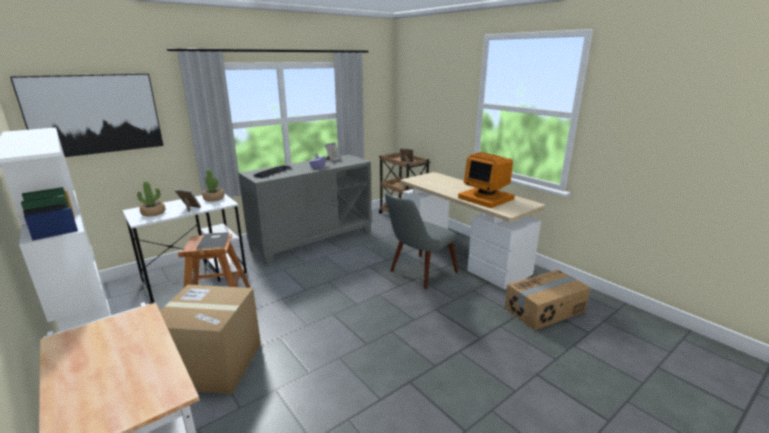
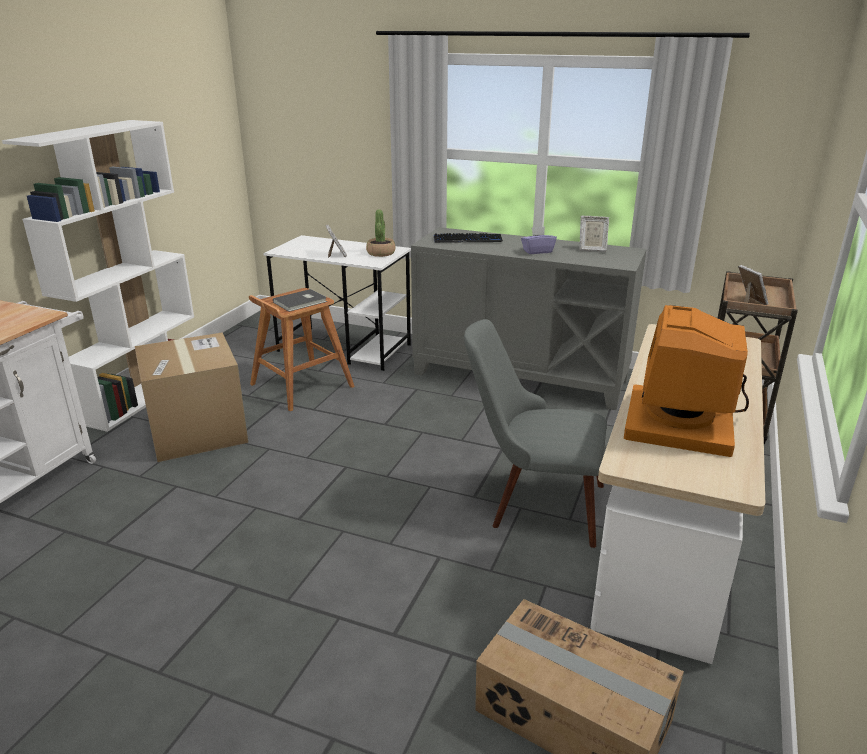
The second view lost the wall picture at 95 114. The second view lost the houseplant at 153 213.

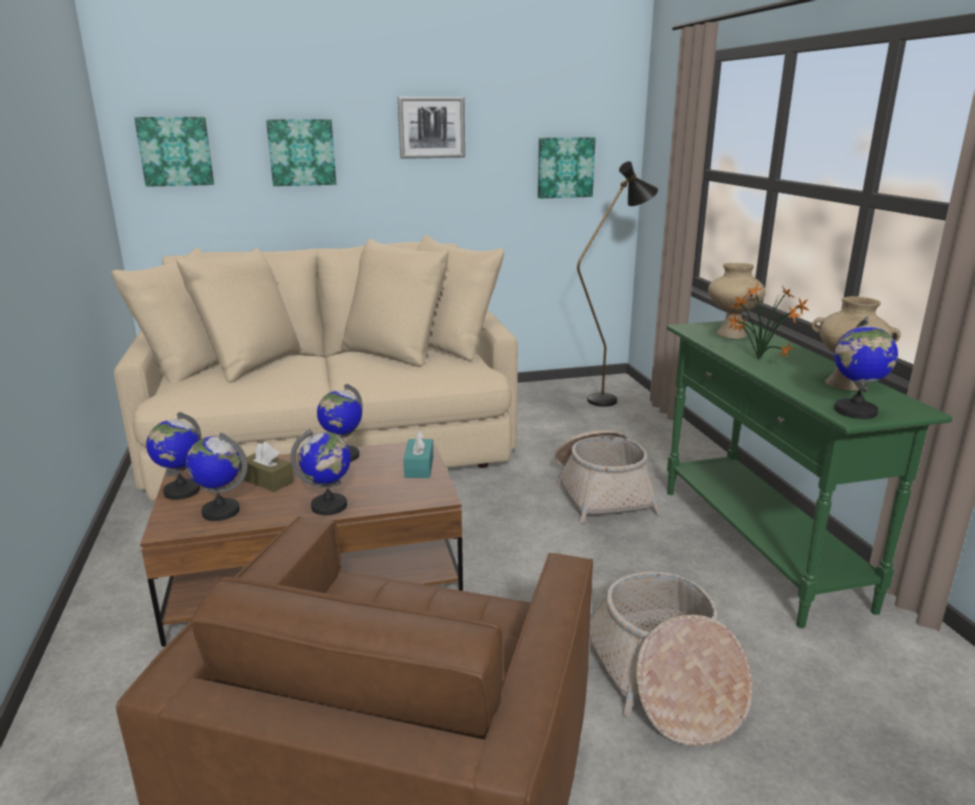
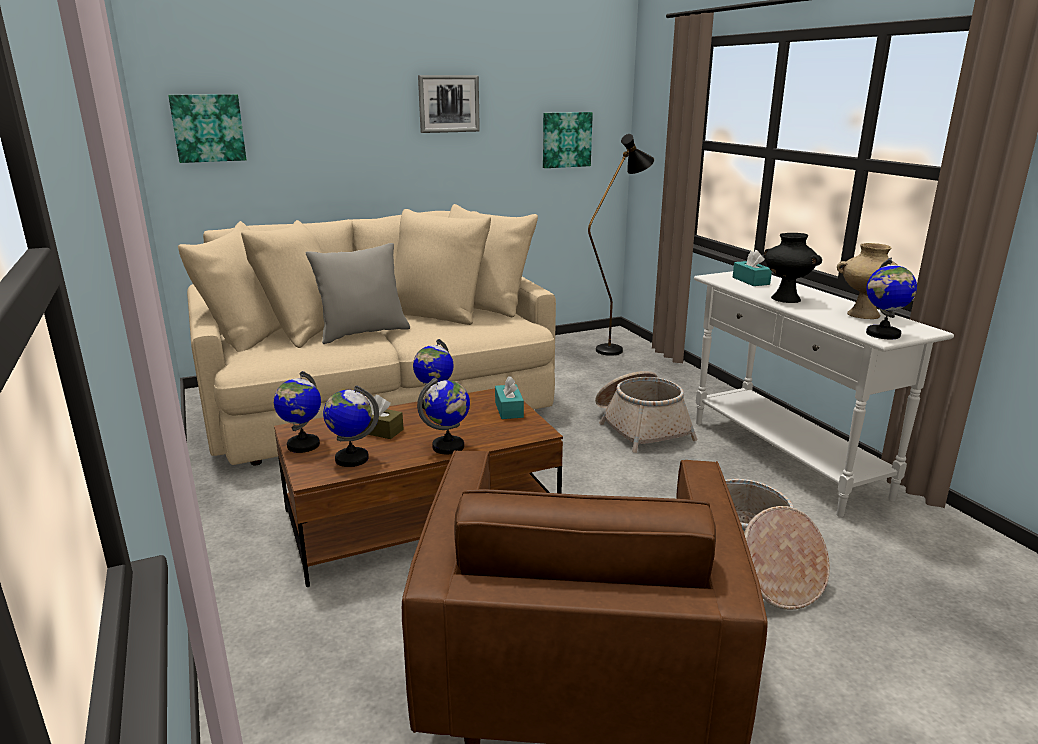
The second view lost the wall picture at 302 152. Where the sand-coloured decorative vase stood at 730 334, the turquoise box of tissues came to stand at 750 281. Where the houseplant stood at 757 359, the black-coloured decorative vase came to stand at 784 299. What was the green-coloured console table at 758 546 turned into the white-coloured console table at 785 458. The second view gained the gray pillow at 363 333.

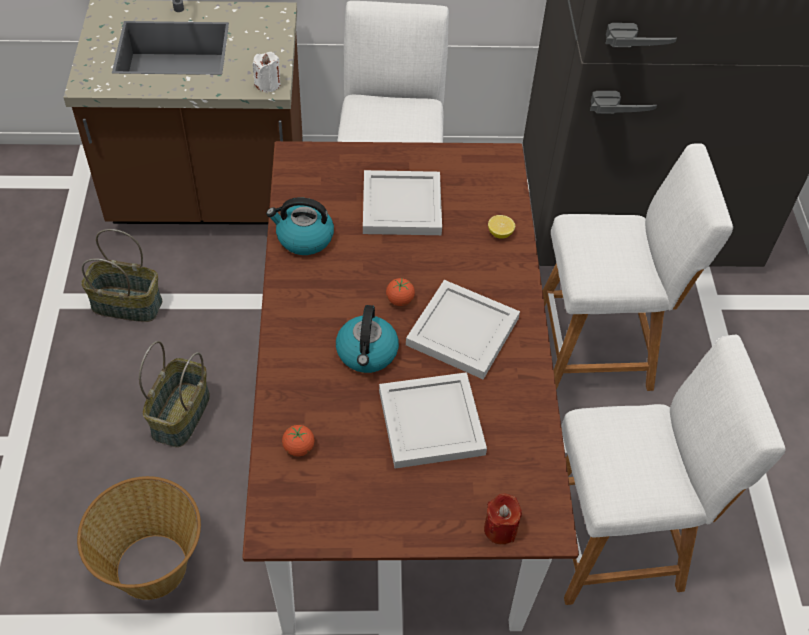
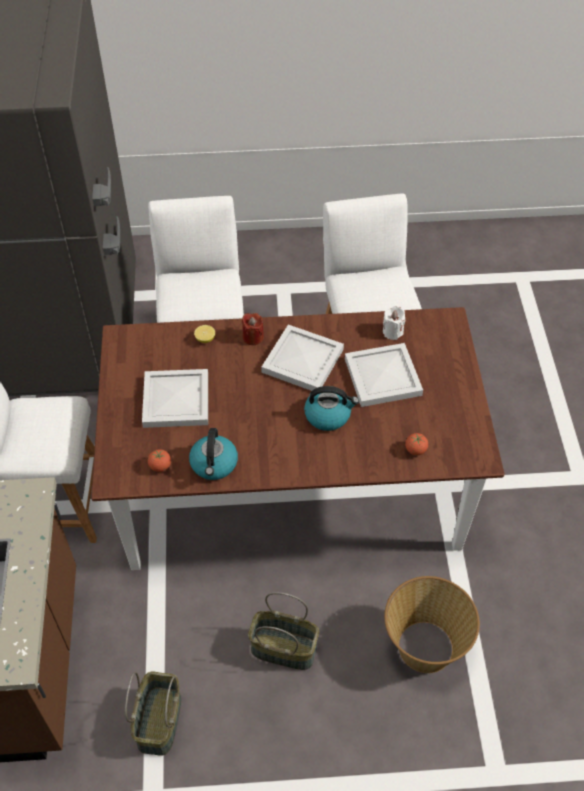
The white-coloured wax candle ended up elsewhere, having gone from 268 84 to 393 332. The fresh tomato ended up elsewhere, having gone from 400 300 to 160 466. The red-coloured wax candle ended up elsewhere, having gone from 500 529 to 253 337.

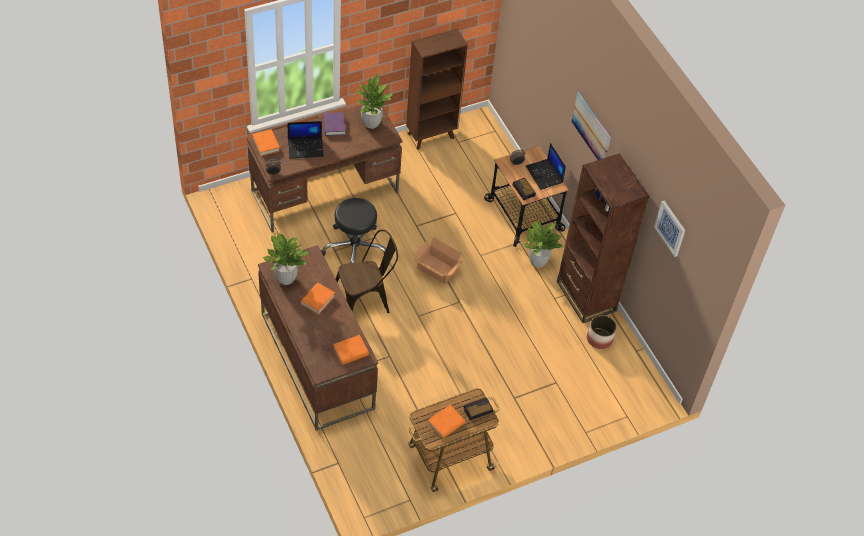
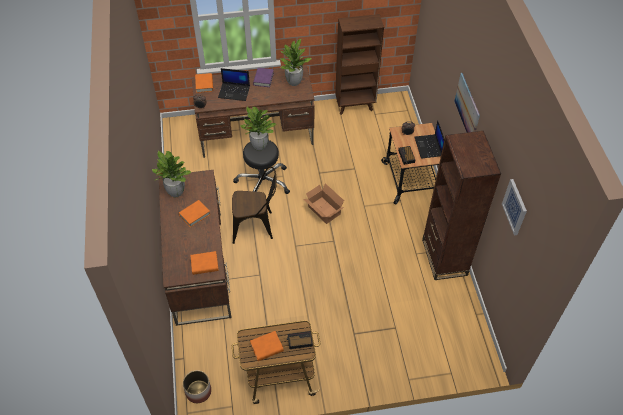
The houseplant ended up elsewhere, having gone from 537 262 to 259 146. The plant pot ended up elsewhere, having gone from 599 338 to 198 391.

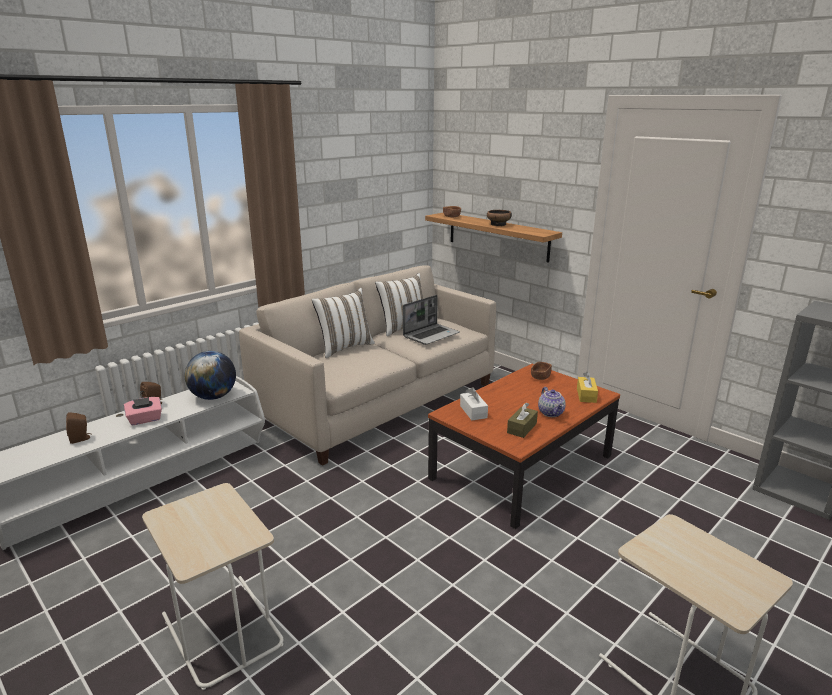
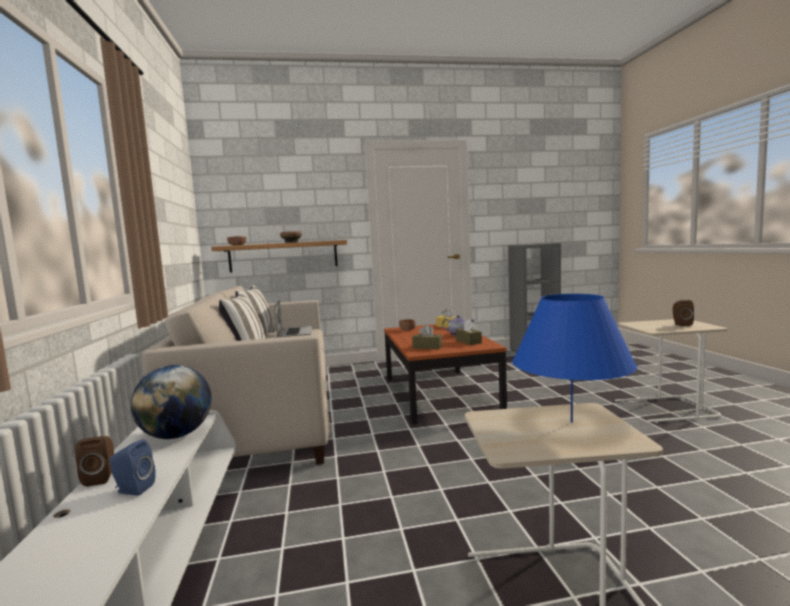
What was the white-coloured box of tissues at 473 412 turned into the brownish box of tissues at 427 347. Where the pinkish box of tissues stood at 145 420, the blue speaker came to stand at 133 490. The brownish speaker ended up elsewhere, having gone from 81 439 to 681 324. The second view gained the blue lamp for a table at 571 422.

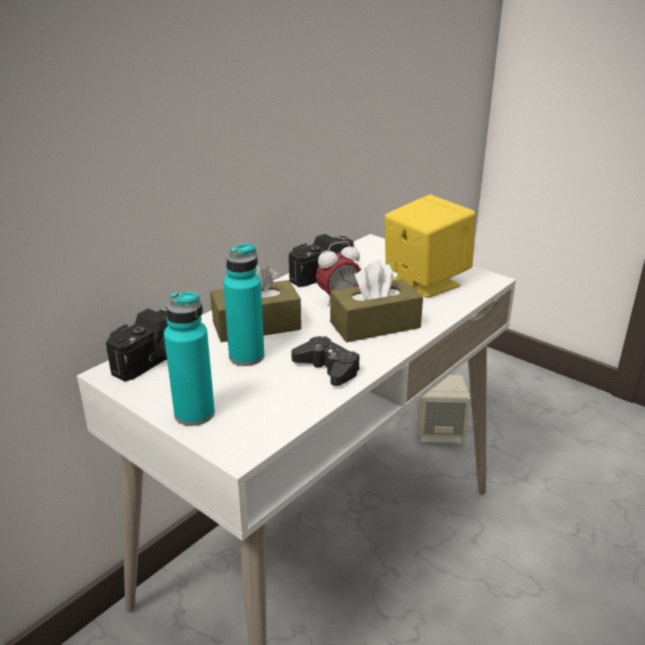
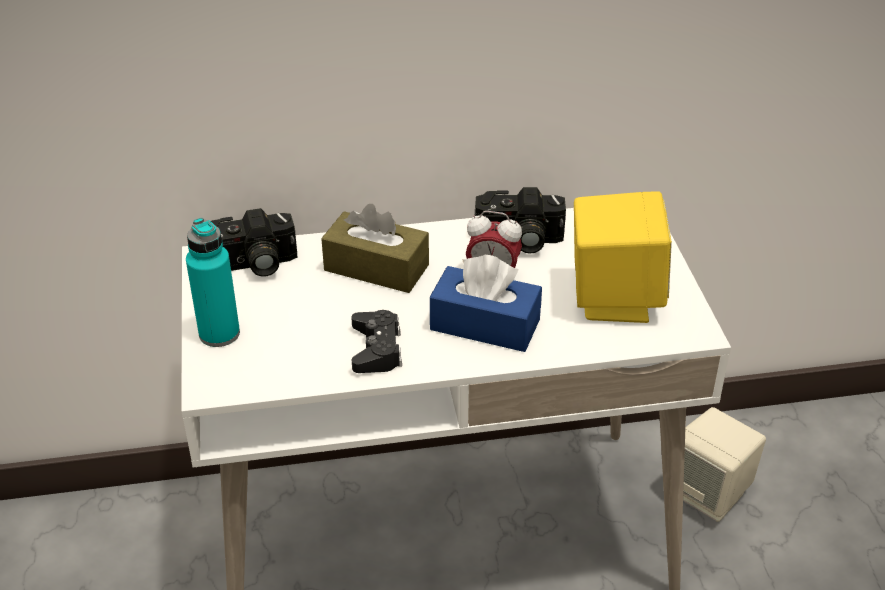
The second view lost the turquoise drink bottle at 246 356. What was the brownish box of tissues at 375 325 turned into the blue box of tissues at 485 325.

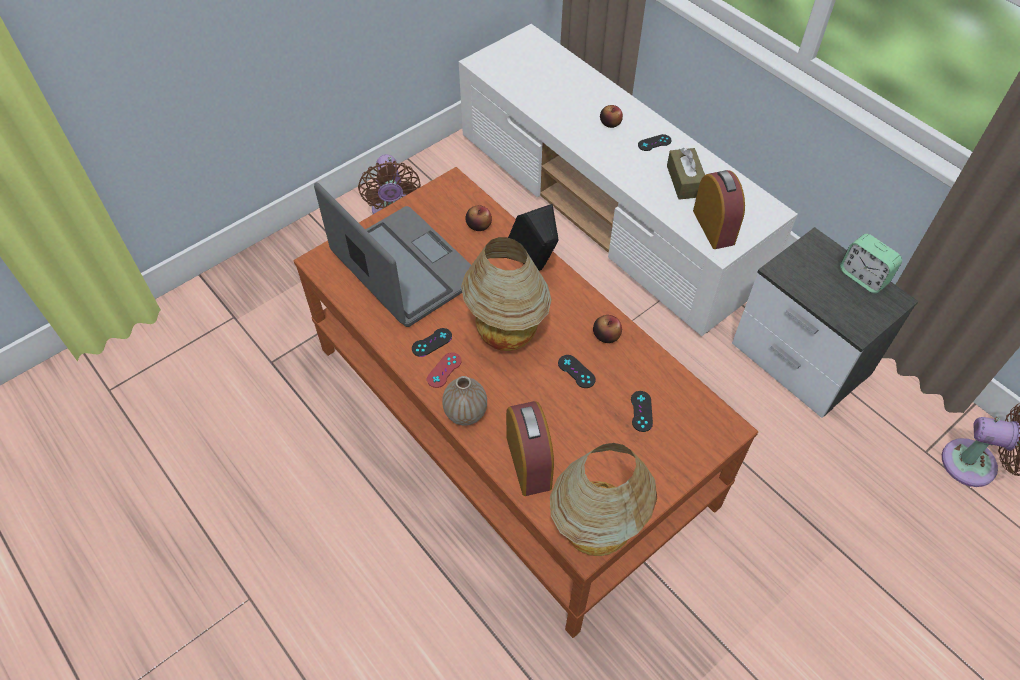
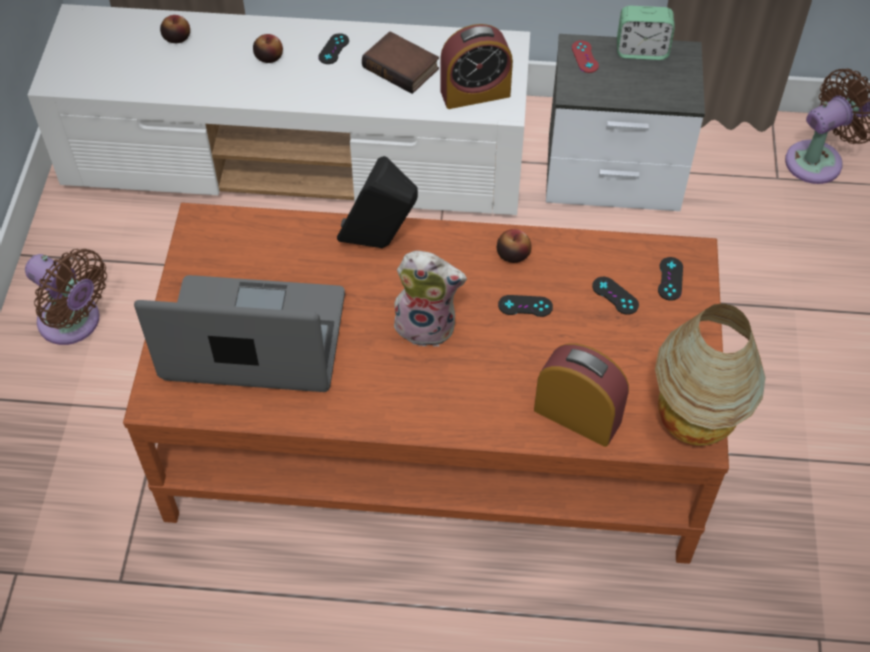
Where the brownish box of tissues stood at 684 181, the book came to stand at 403 67. The table clock at 713 227 ended up facing another way, 135 degrees clockwise from before. The apple ended up elsewhere, having gone from 479 225 to 177 37. Where the lamp for a table stood at 505 336, the cuddly toy came to stand at 427 325. The black-coloured gamepad ended up elsewhere, having gone from 432 342 to 670 279. The red-coloured gamepad ended up elsewhere, having gone from 444 370 to 585 57. The second view lost the decorative vase at 465 413.

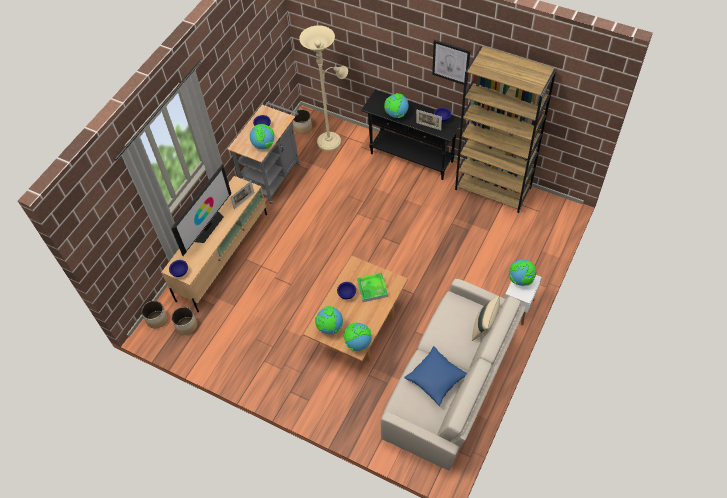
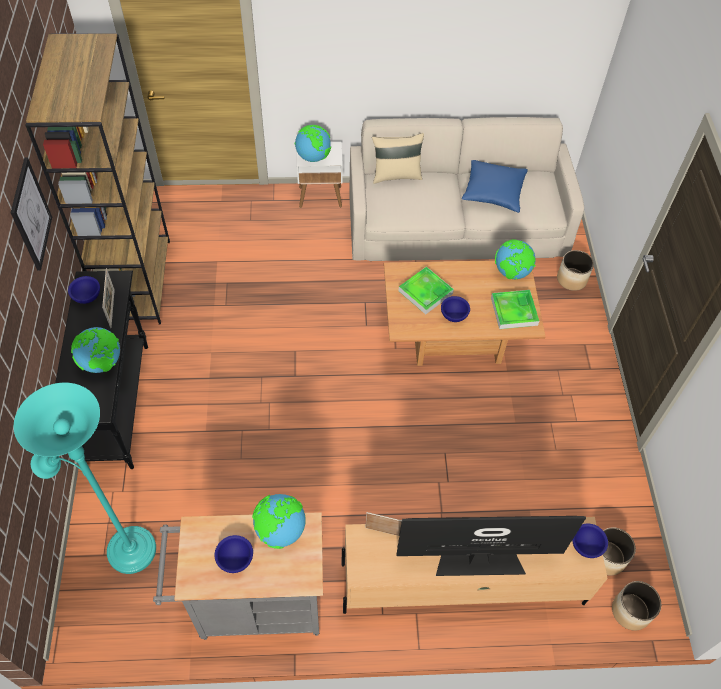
What was the sand-coloured standing lamp at 331 140 turned into the turquoise standing lamp at 125 548. The plant pot ended up elsewhere, having gone from 302 127 to 571 279. Where the world globe stood at 330 327, the carrying tray came to stand at 514 311.

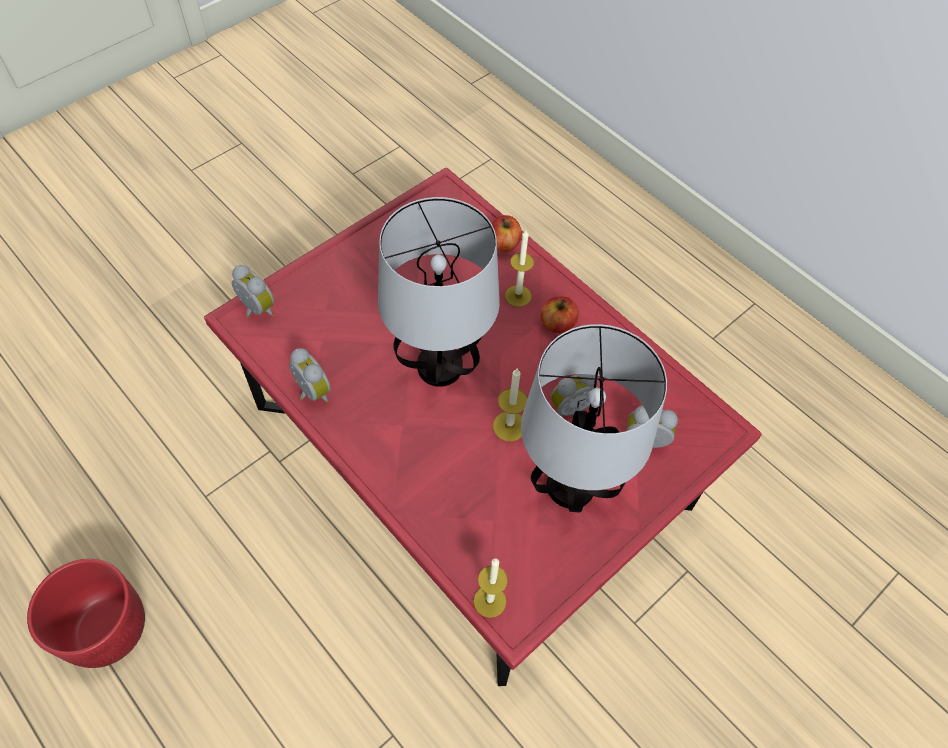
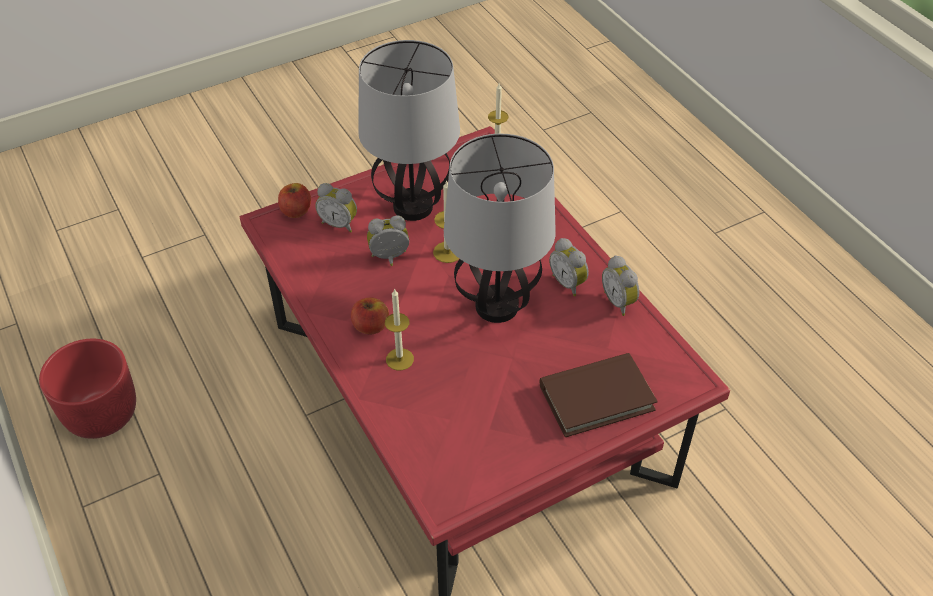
The apple ended up elsewhere, having gone from 504 244 to 296 211. The table clock ended up elsewhere, having gone from 255 310 to 569 283. The red-coloured plant pot ended up elsewhere, having gone from 107 629 to 102 413. The second view gained the brownish book at 596 398.

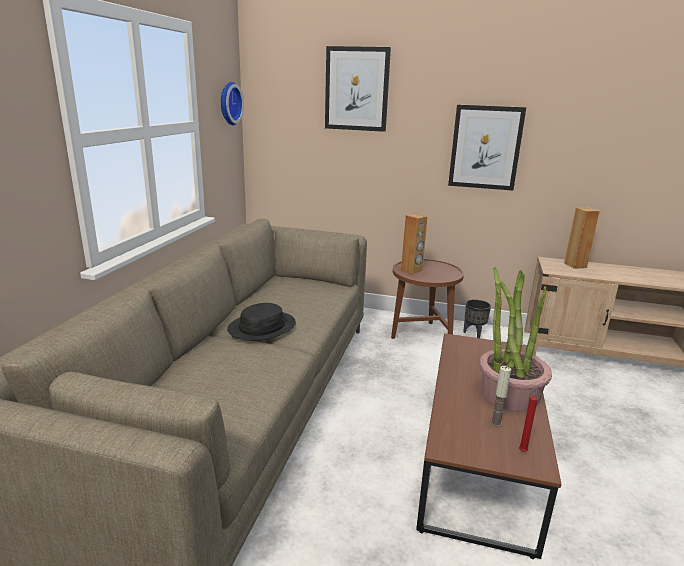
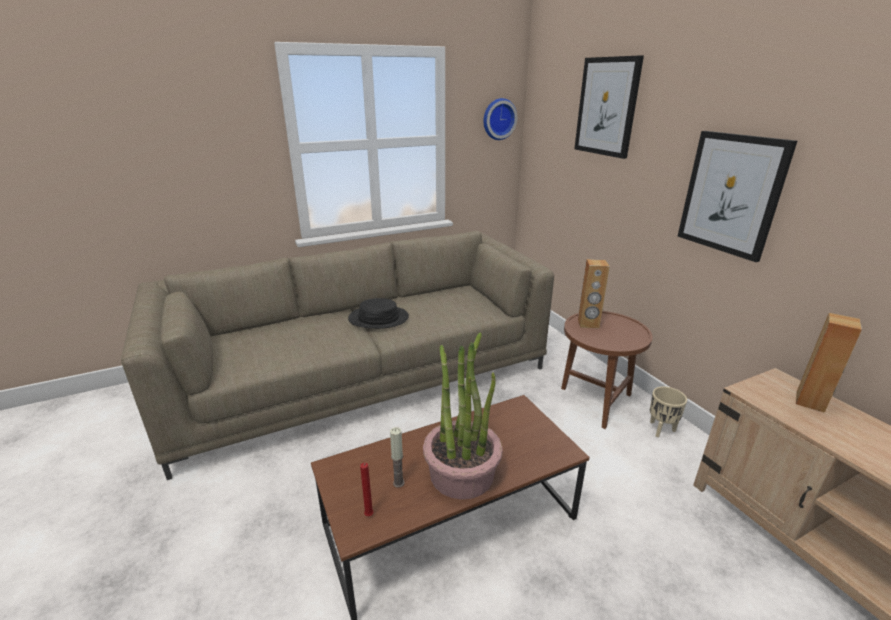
What was the black-coloured plant pot at 474 334 turned into the sand-coloured plant pot at 661 429.

